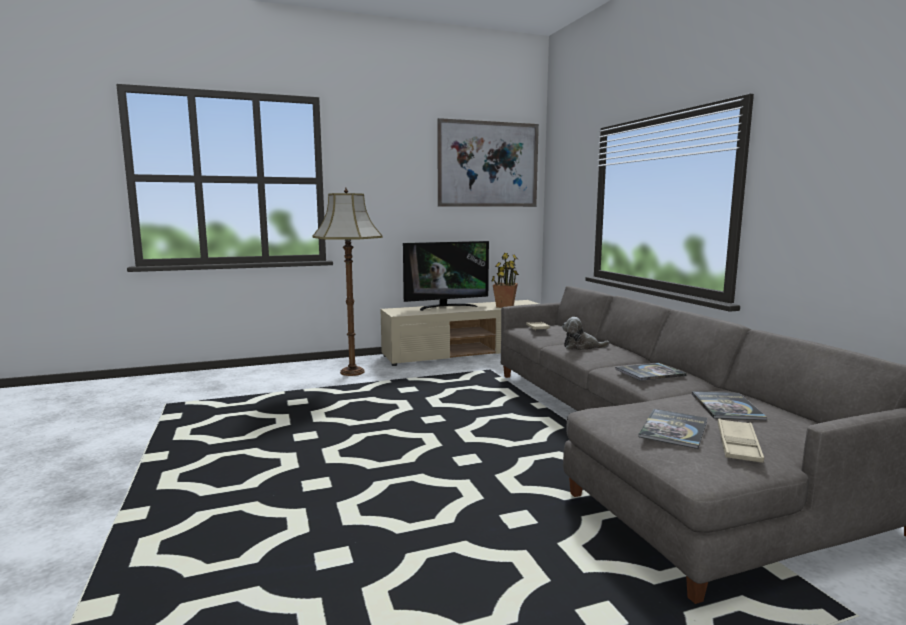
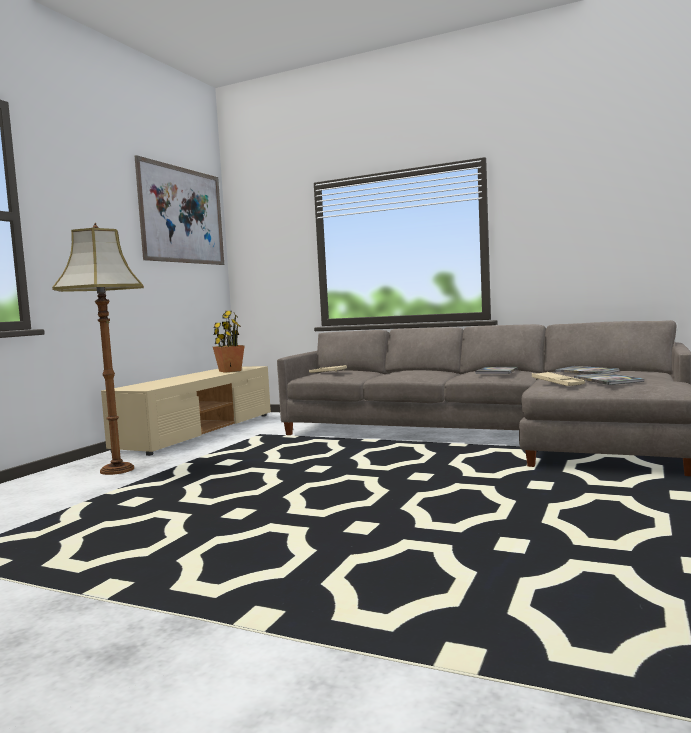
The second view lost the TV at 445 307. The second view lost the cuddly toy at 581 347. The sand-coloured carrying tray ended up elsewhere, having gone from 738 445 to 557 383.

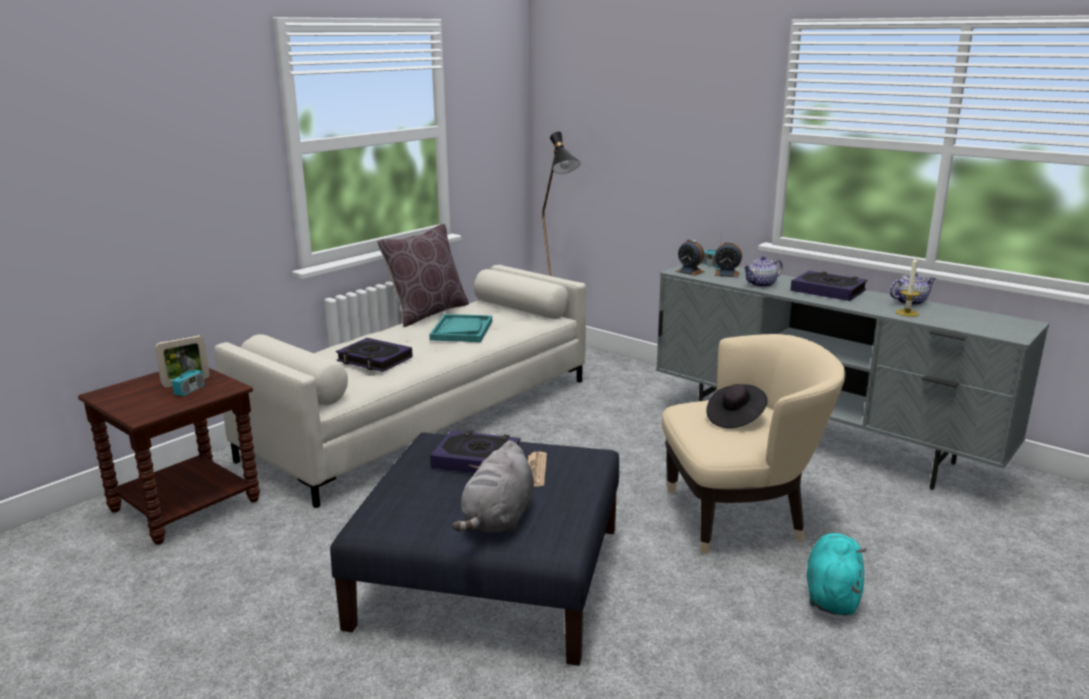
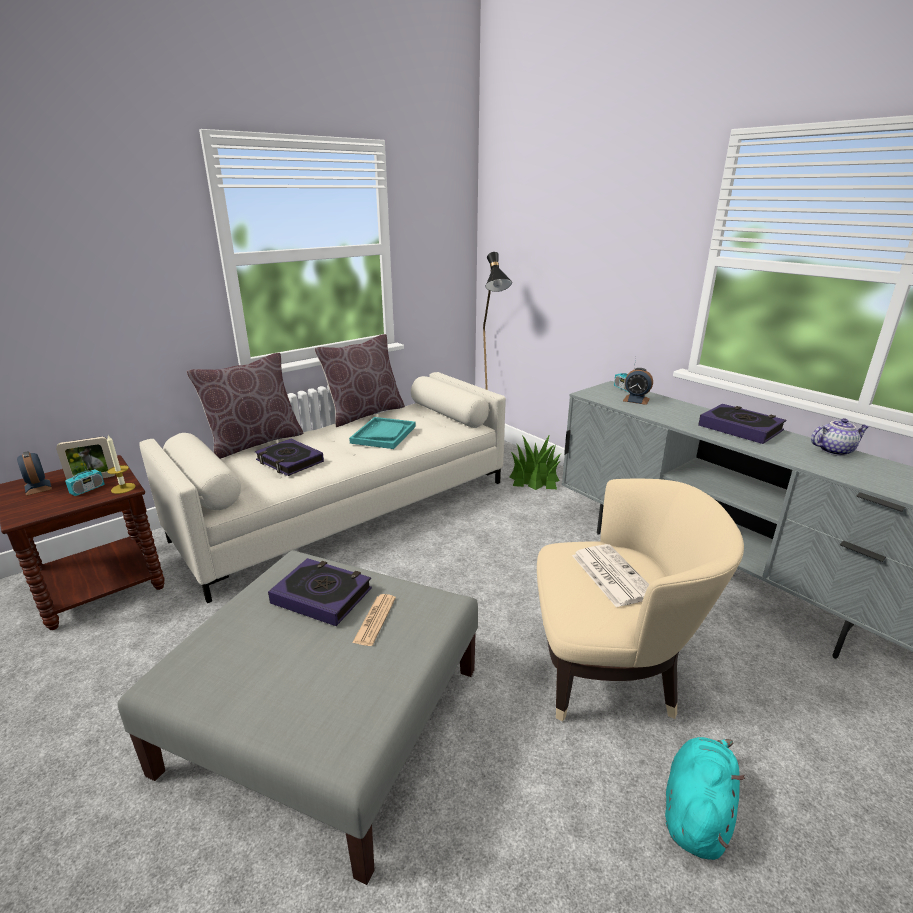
The table clock ended up elsewhere, having gone from 690 271 to 38 487. The second view lost the pot for tea at 761 285. The wax candle ended up elsewhere, having gone from 907 313 to 123 488. Where the black-coloured hat stood at 735 418, the newspaper came to stand at 611 574. What was the blue pouffe at 489 575 turned into the gray pouffe at 326 717. The second view lost the gray cuddly toy at 498 519. The second view gained the brownish pillow at 255 442. The second view gained the houseplant at 534 478.

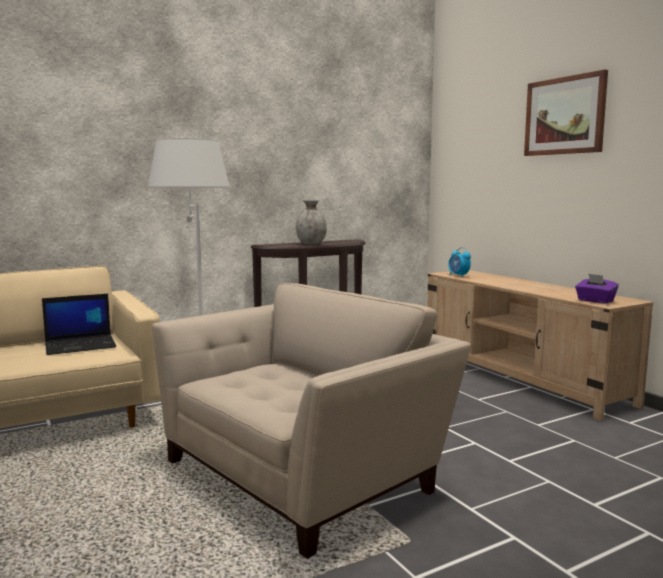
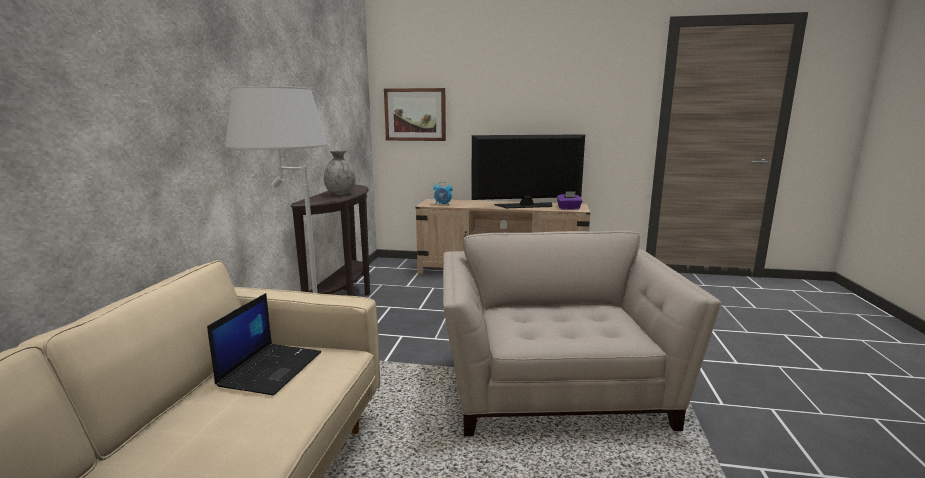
The wall picture ended up elsewhere, having gone from 564 116 to 415 114. The second view gained the TV at 526 205.

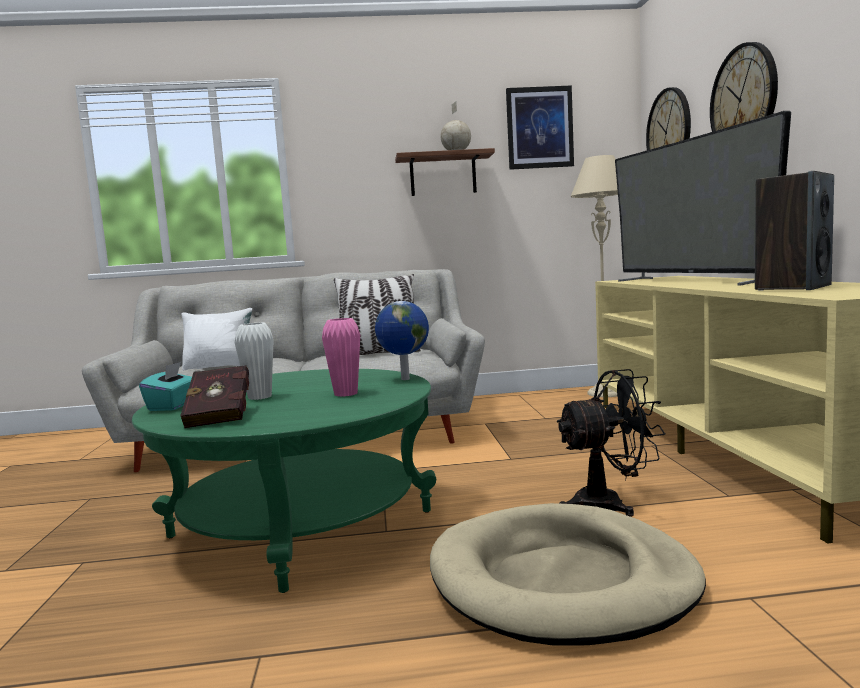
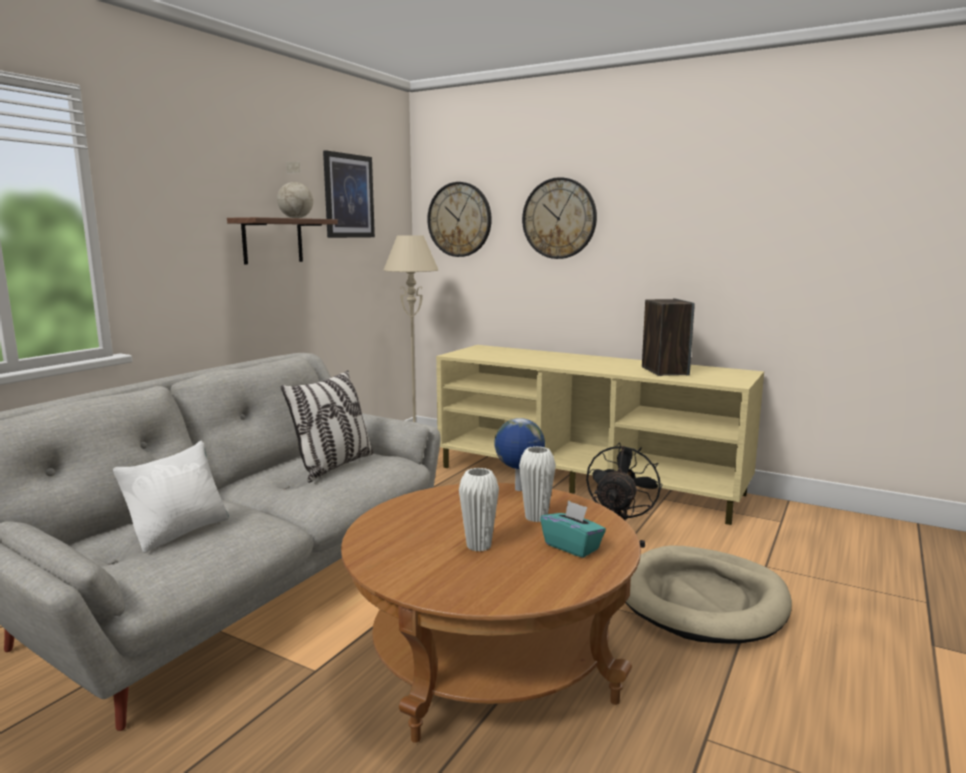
The second view lost the TV at 689 281. What was the pinkish decorative vase at 346 394 turned into the white-coloured decorative vase at 536 517. The turquoise box of tissues ended up elsewhere, having gone from 173 406 to 572 547. The second view lost the red-coloured book at 221 416. What was the green-coloured low table at 301 524 turned into the brownish low table at 490 659.

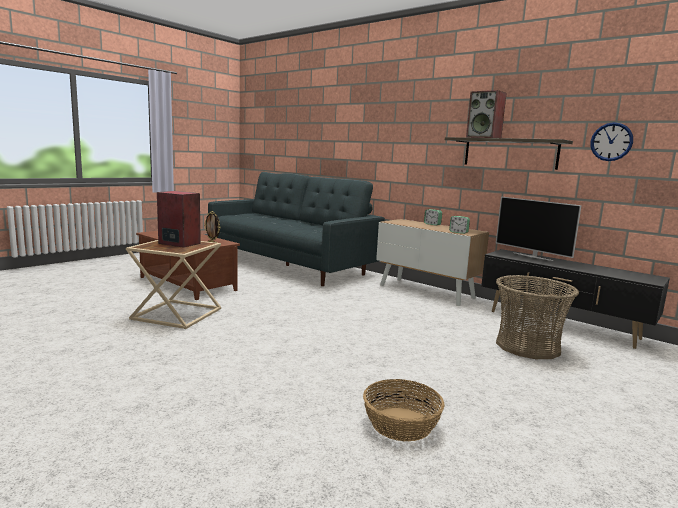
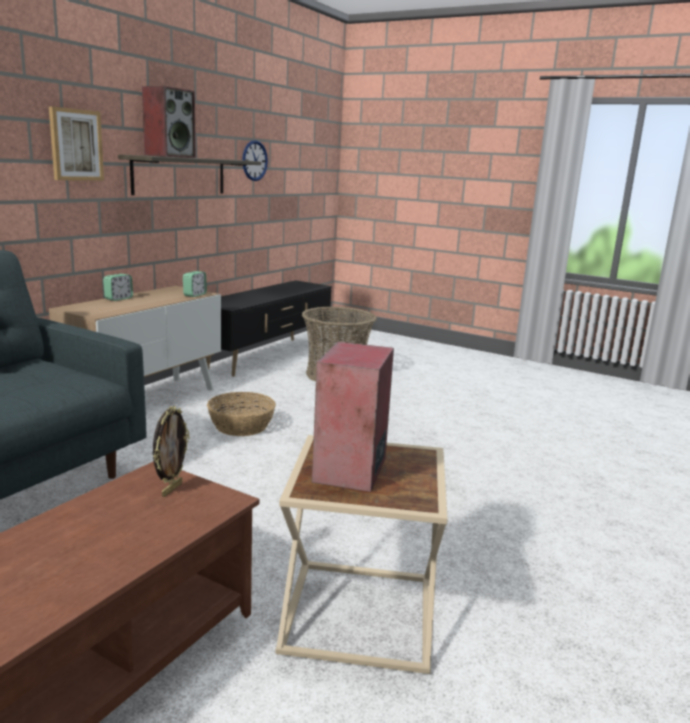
The second view lost the TV at 532 256. The storage basket ended up elsewhere, having gone from 401 424 to 242 426. The second view gained the wall picture at 75 145.

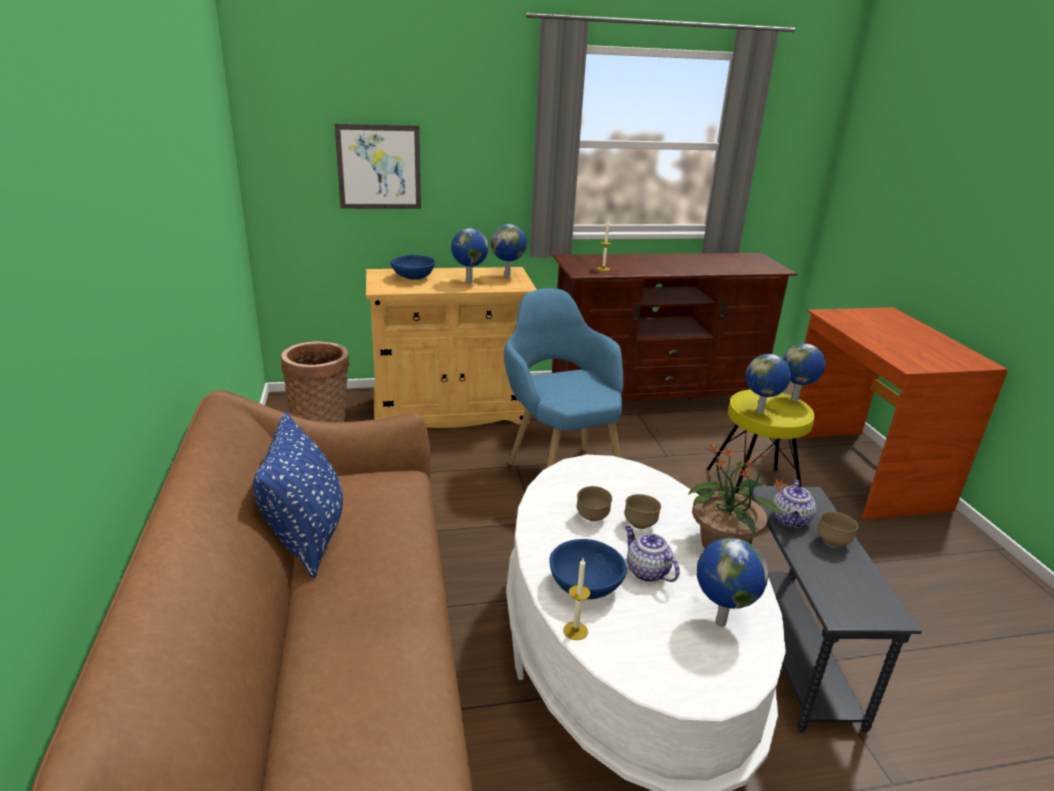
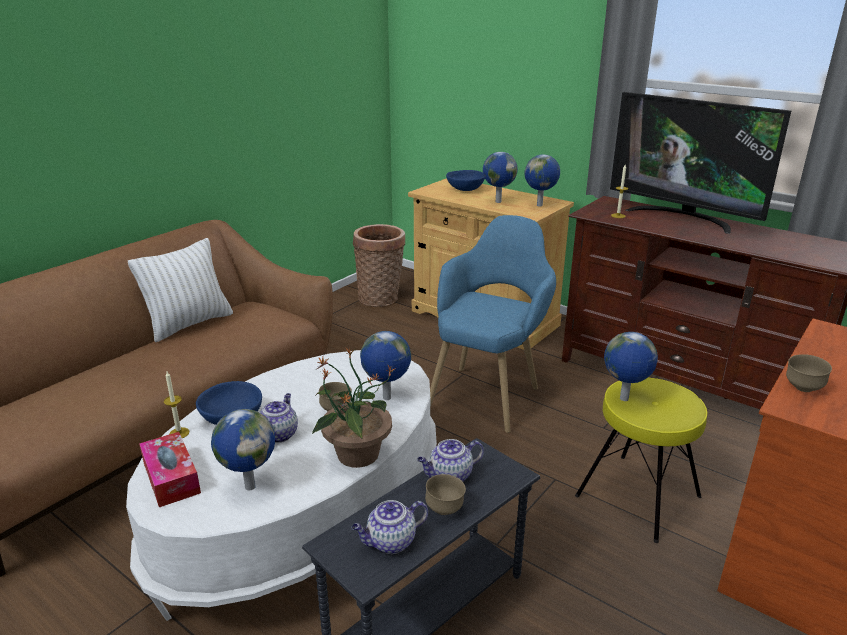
The second view lost the wall picture at 379 167. The world globe ended up elsewhere, having gone from 795 400 to 386 398. What was the blue pillow at 307 537 turned into the white-coloured pillow at 189 324. The brownish bowl ended up elsewhere, having gone from 592 518 to 802 389. The second view gained the TV at 683 217. The second view gained the box of tissues at 171 478. The second view gained the pot for tea at 390 542.

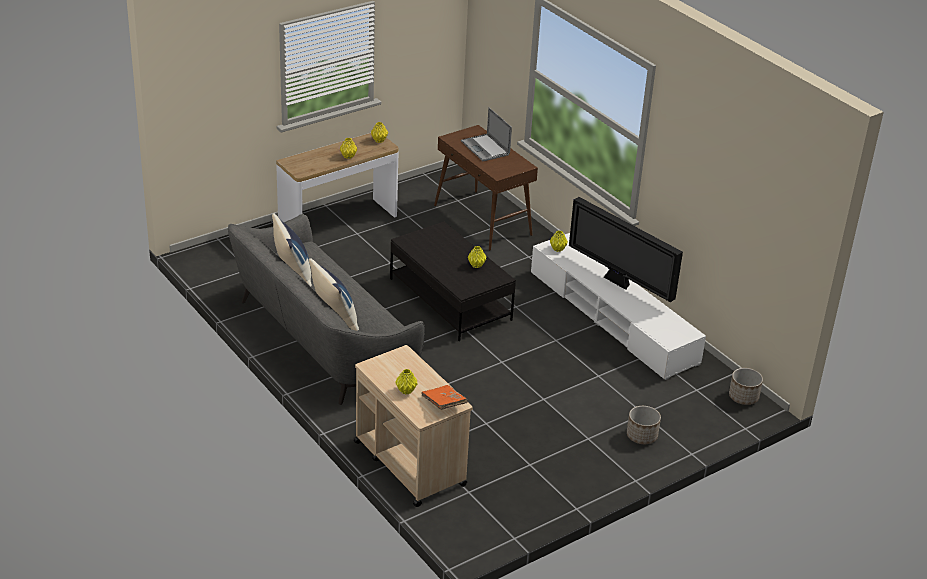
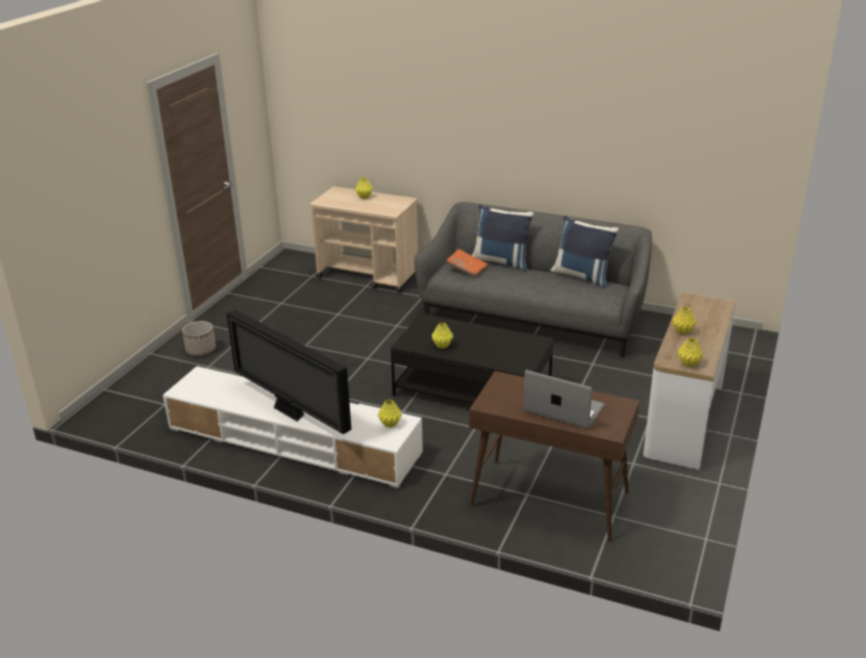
The TV at 618 283 ended up facing another way, 150 degrees counterclockwise from before. The second view lost the plant pot at 743 397. The orange-coloured book ended up elsewhere, having gone from 444 403 to 466 269.

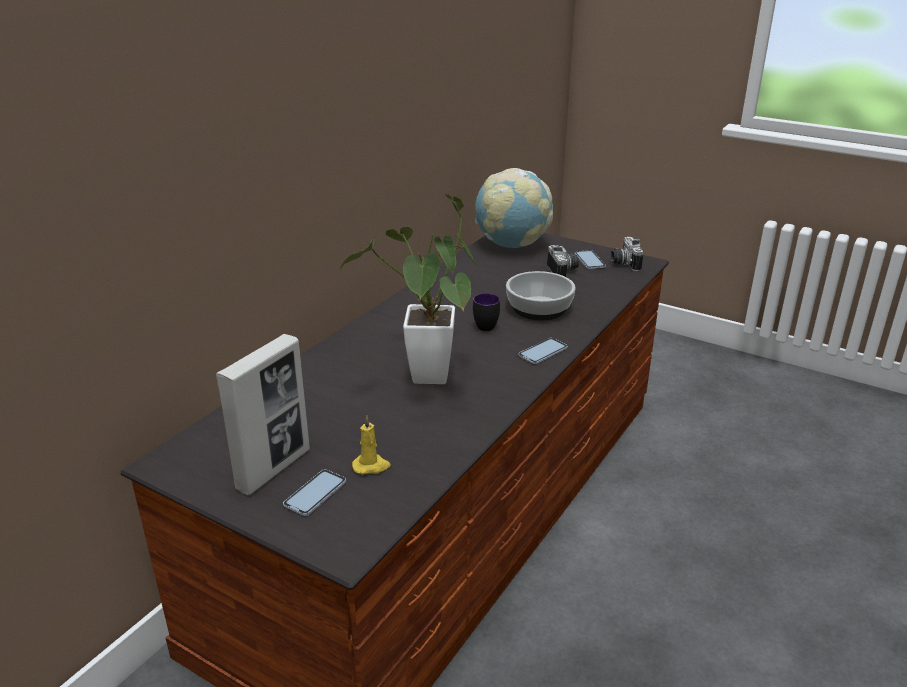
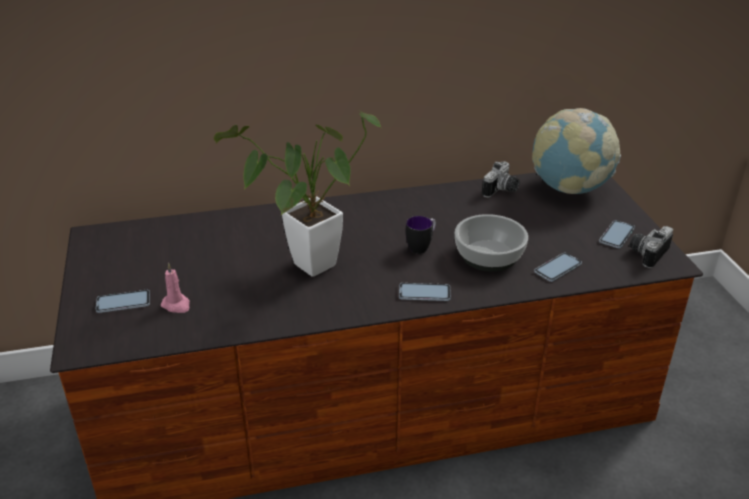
The still camera ended up elsewhere, having gone from 564 271 to 502 191. The second view lost the photo frame at 274 469. What was the yellow-coloured wax candle at 371 466 turned into the pinkish wax candle at 176 305. The second view gained the telephone at 558 268.

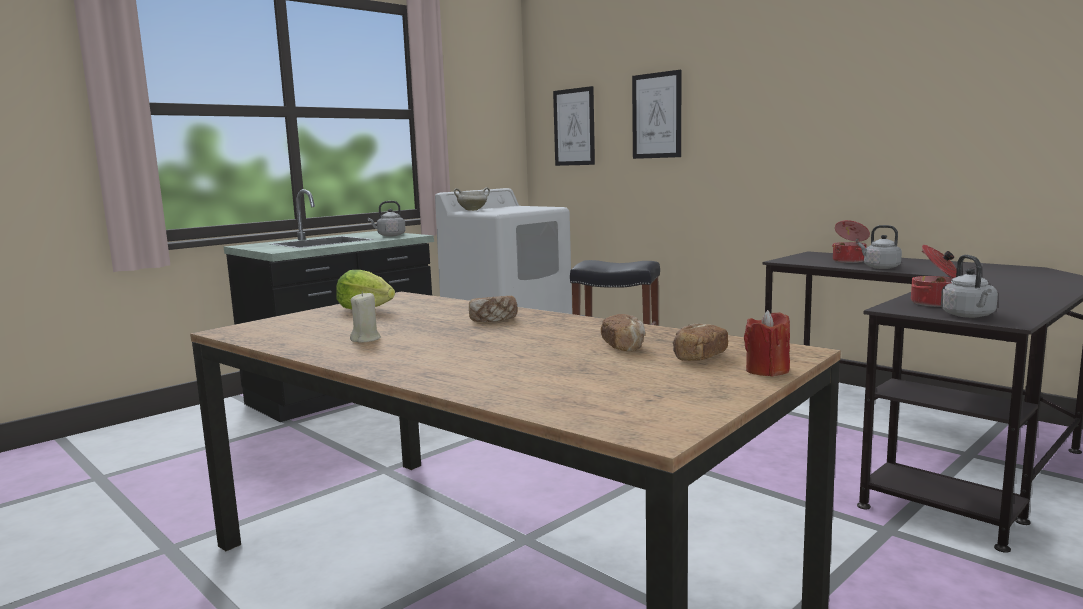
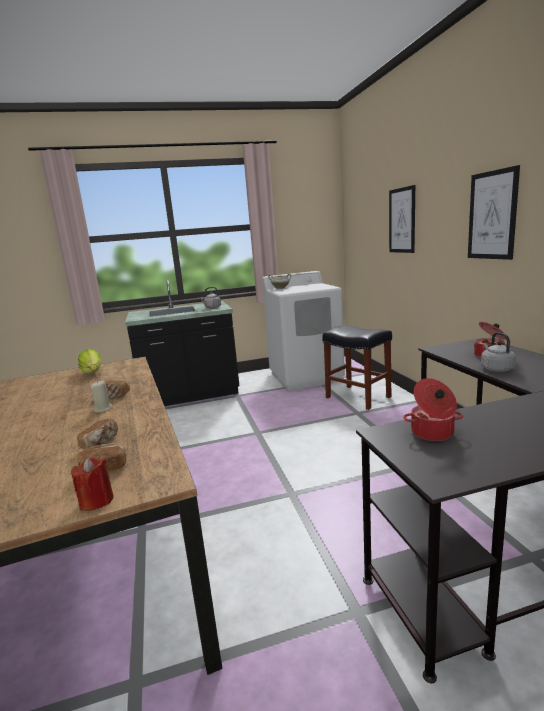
The wall picture ended up elsewhere, having gone from 574 127 to 492 215. The second view lost the gray water kettle at 969 316. The sand-coloured wax candle ended up elsewhere, having gone from 366 339 to 103 409.

